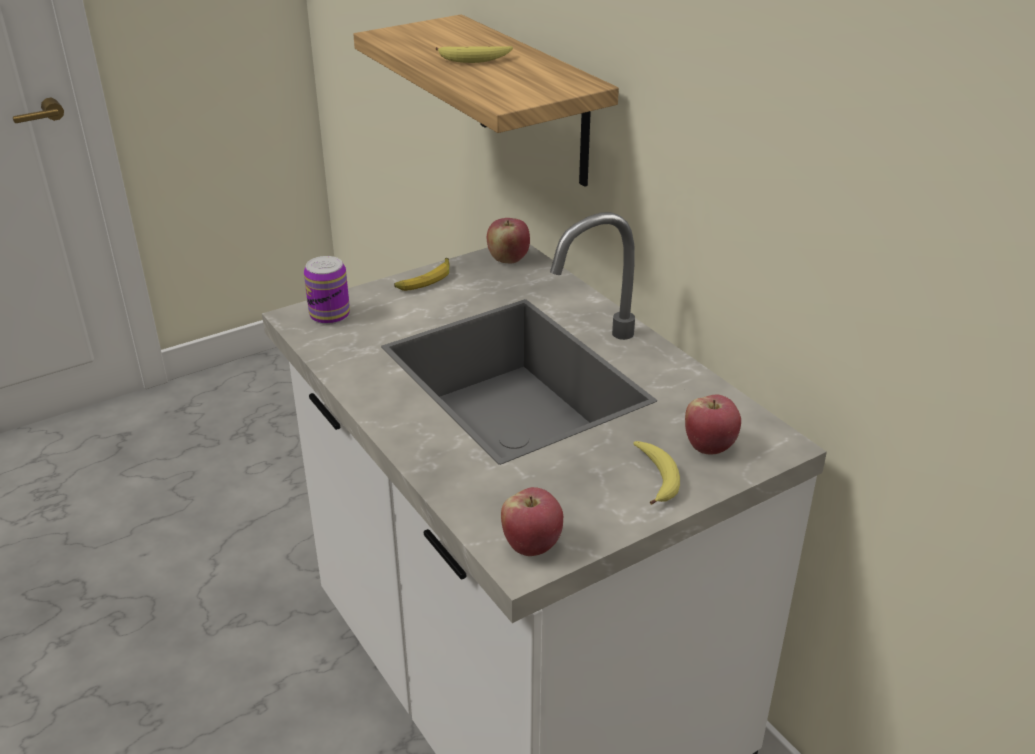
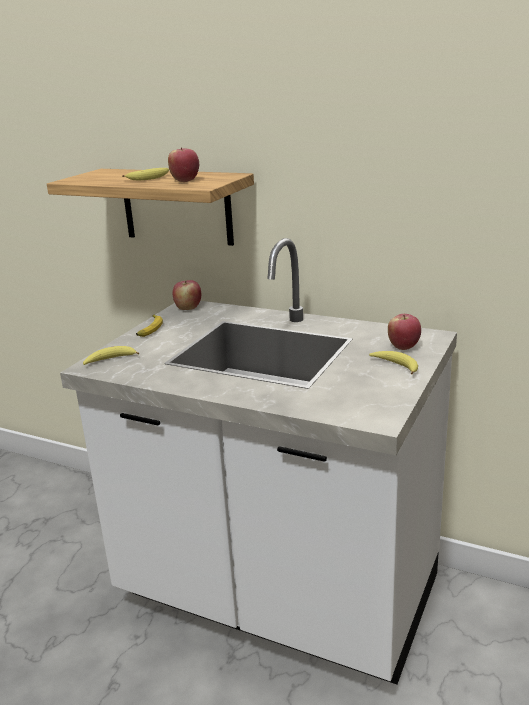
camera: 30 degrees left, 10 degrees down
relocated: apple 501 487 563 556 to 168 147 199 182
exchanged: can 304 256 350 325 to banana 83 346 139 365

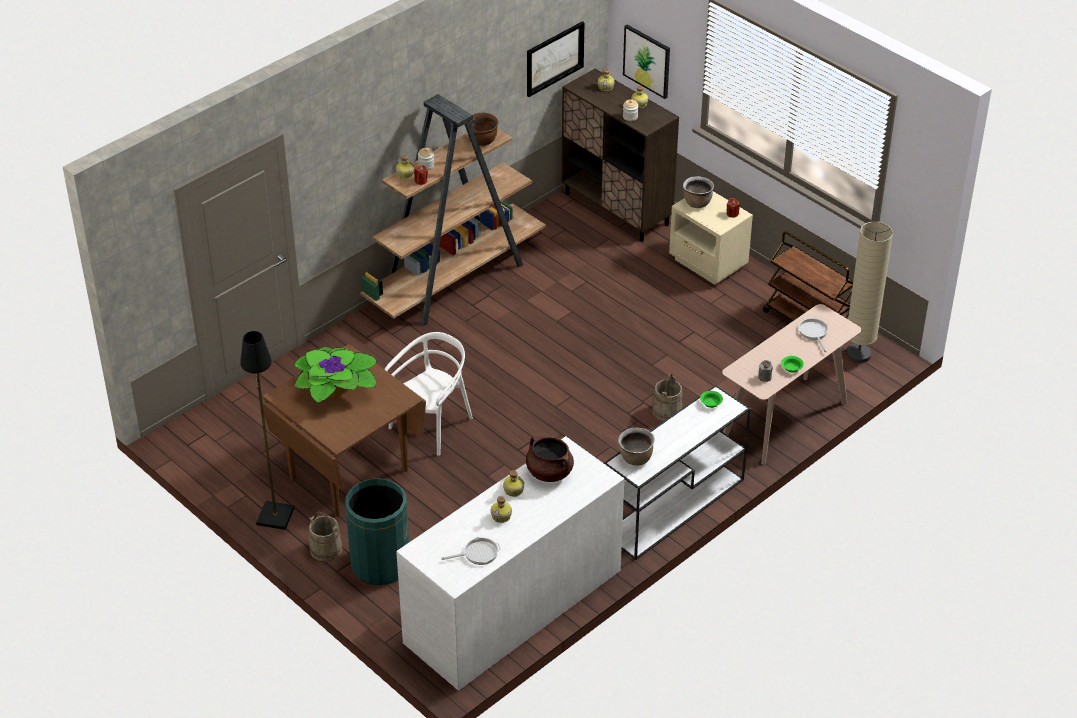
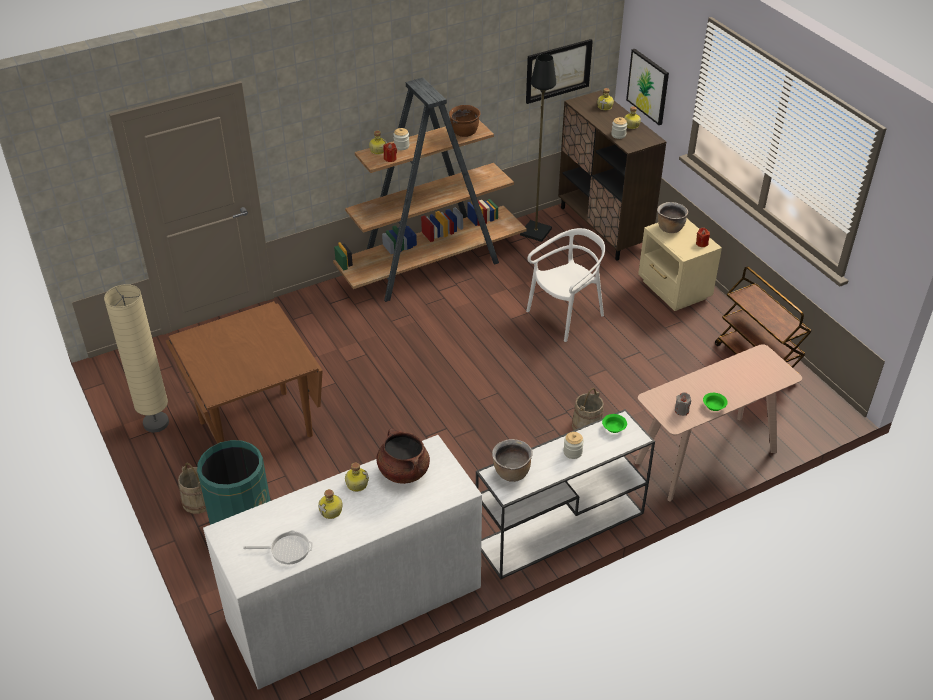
camera: 15 degrees right, 0 degrees up
missing: potted_plant 294 347 377 403; frying_pan 798 317 828 352
appeared: jar 563 432 584 459
relocated: black_floor_lamp 240 331 295 530 to 520 54 556 242; white_chair 384 332 473 456 to 526 228 605 342; beige_floor_lamp 847 222 893 363 to 104 284 169 432

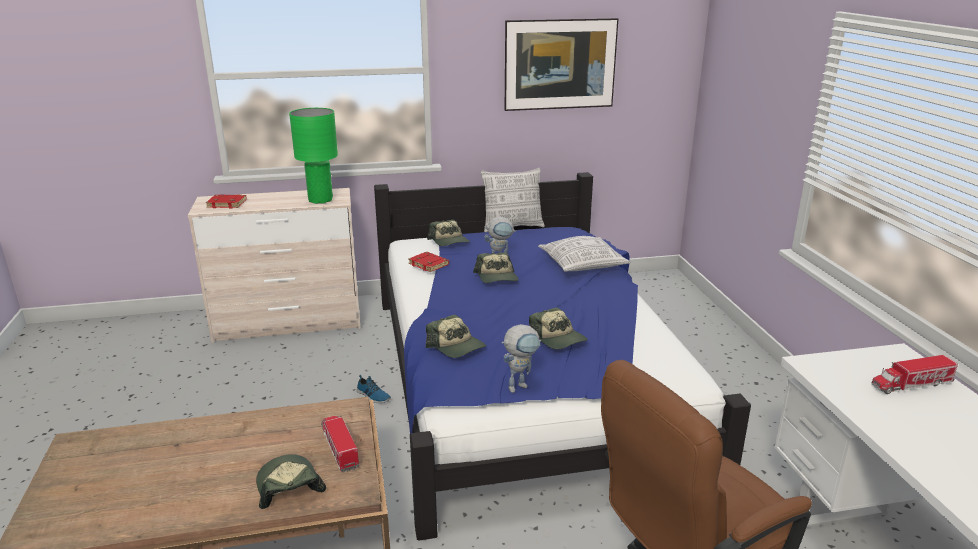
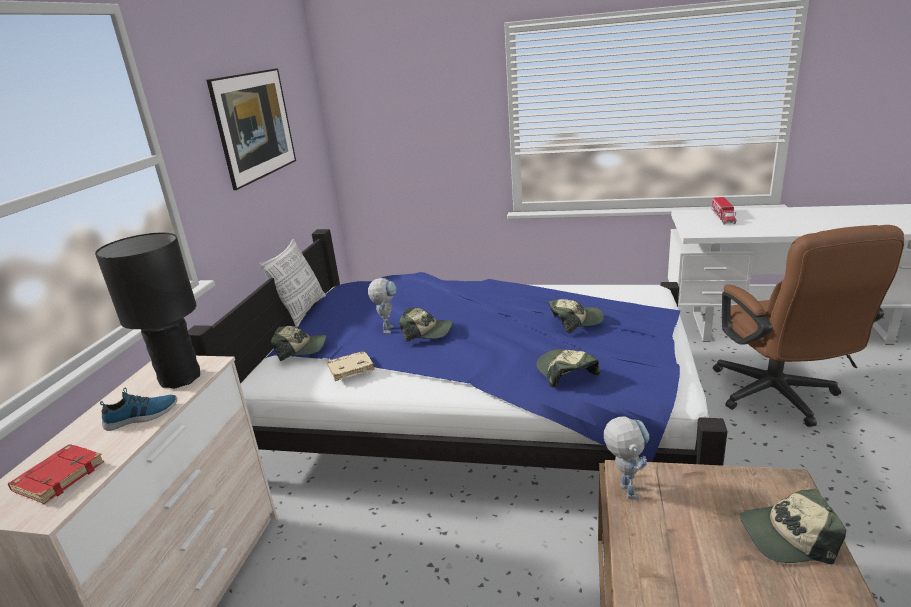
camera: 65 degrees left, 0 degrees up
missing: toy_truck 321 415 359 472; pillow 538 236 630 272
relocated: shoe 357 375 391 403 to 100 388 177 431; toy_robot 501 324 541 393 to 604 416 649 499
colour: green_table_lamp 289 108 338 204 to black_table_lamp 95 232 200 389; red_book 408 252 449 272 to beige_book 327 351 375 381
spun: cap 426 315 486 358 = 536 349 600 387 90 degrees counterclockwise

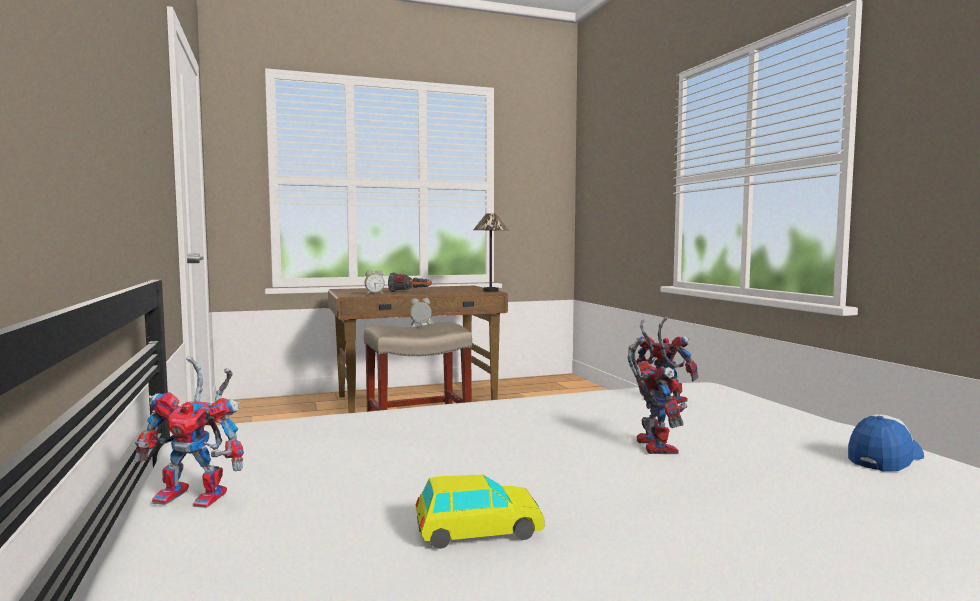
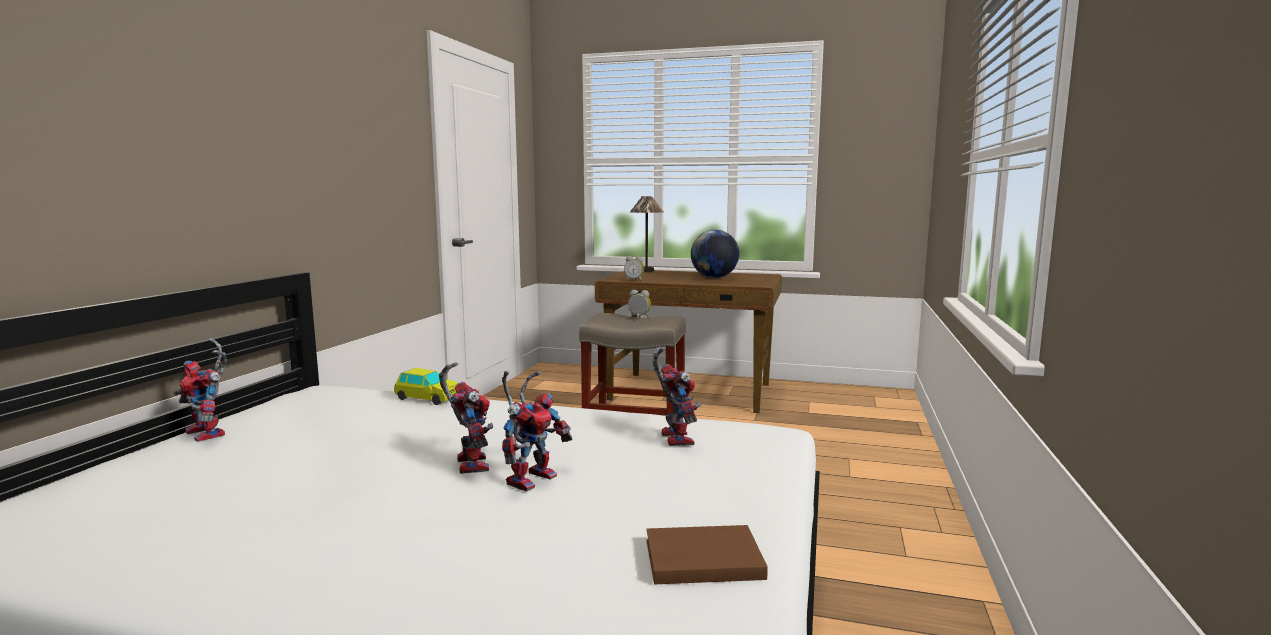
camera: 35 degrees right, 5 degrees up
missing: flashlight 388 272 432 293
appeared: toy_robot 439 362 493 474; globe 691 230 739 278
relocated: toy_car 416 475 545 549 to 394 368 458 405; table_lamp 473 213 508 292 to 630 196 663 272
exchanged: cap 848 414 924 471 to brown_book 647 525 768 584

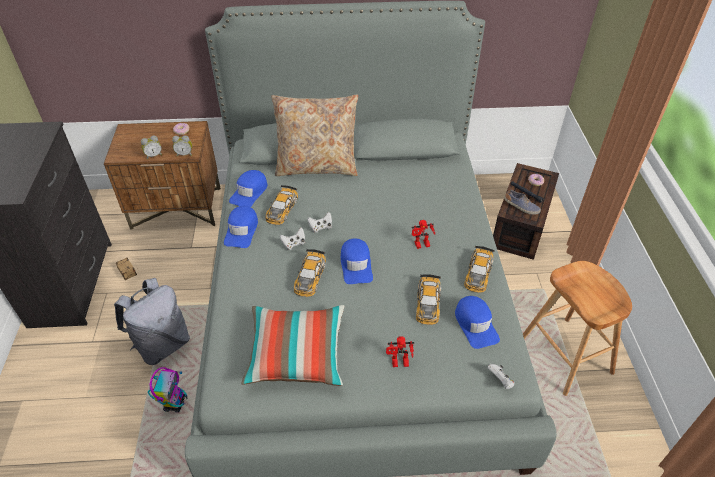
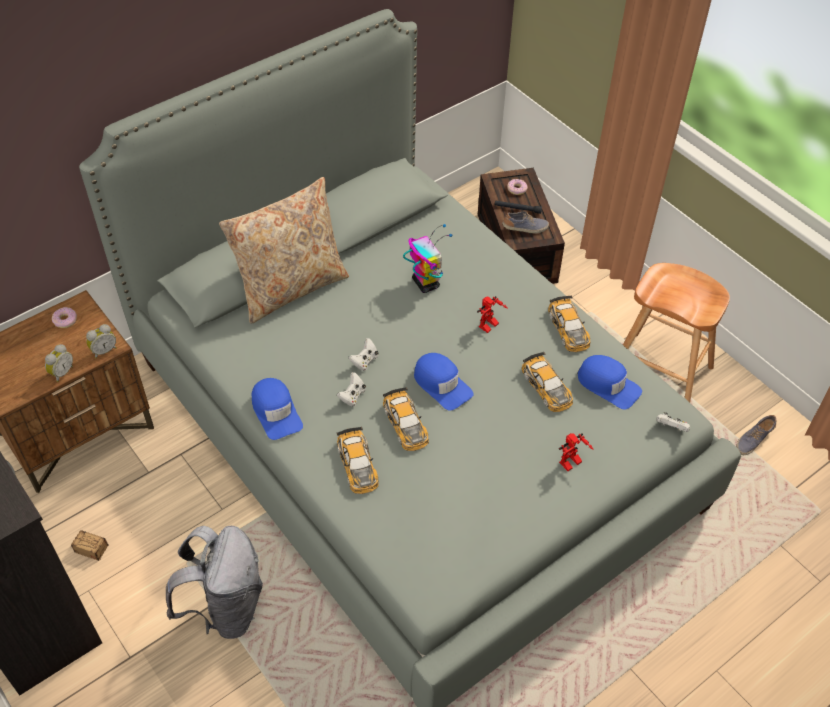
camera: 35 degrees left, 5 degrees up
missing: blue_cap 229 170 267 207; pillow 241 305 344 386
appeared: shoe 736 415 777 455
relocated: toy_robot 148 367 187 413 to 403 224 452 293; toy_car 265 185 298 225 to 337 426 379 494

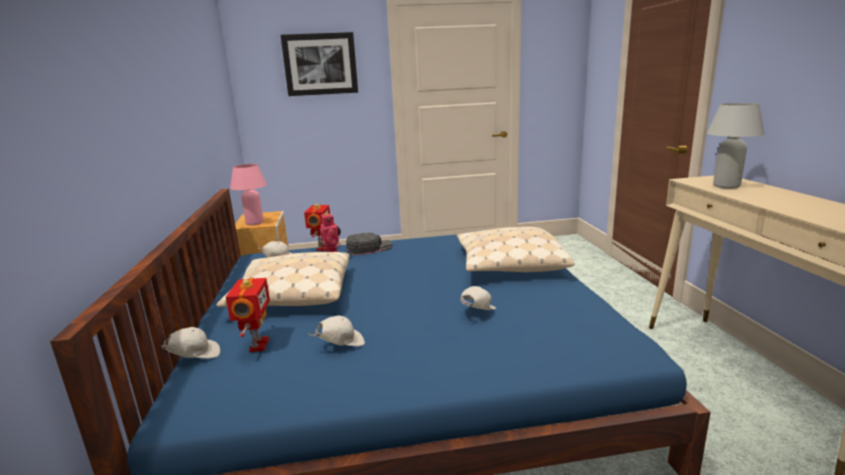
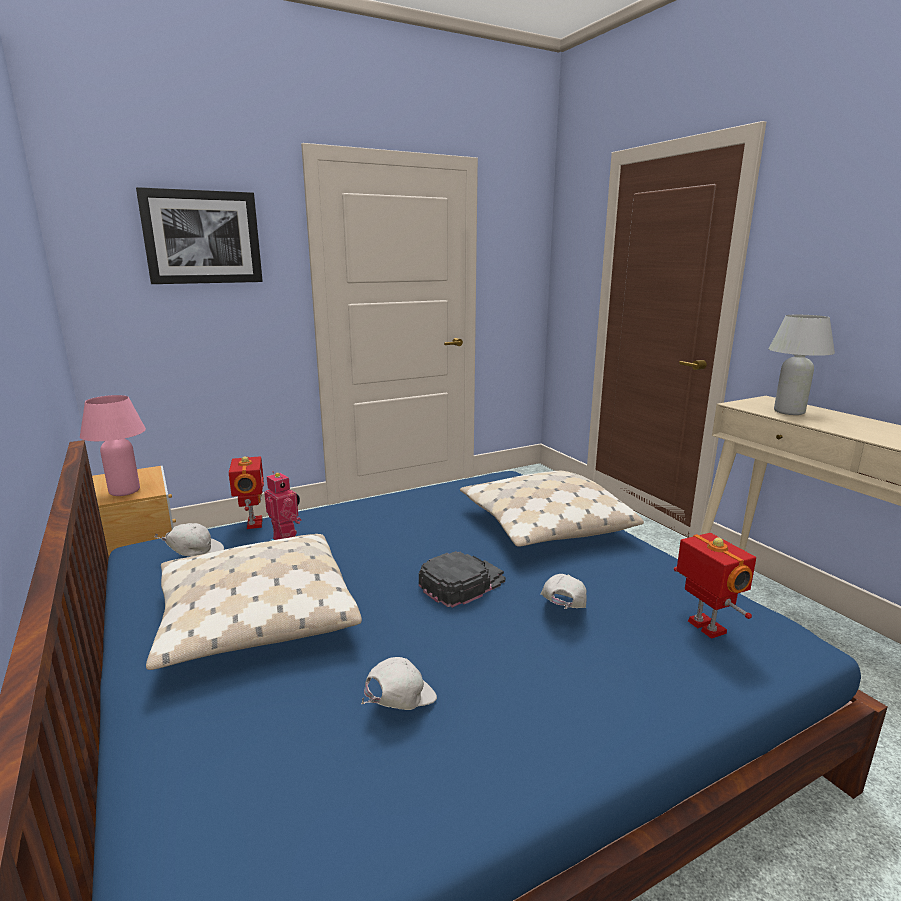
camera: 20 degrees left, 0 degrees up
missing: white_cap 161 327 220 359
relocated: toy_robot 226 278 270 352 to 674 533 756 639; black_cap 346 232 393 256 to 419 551 505 608

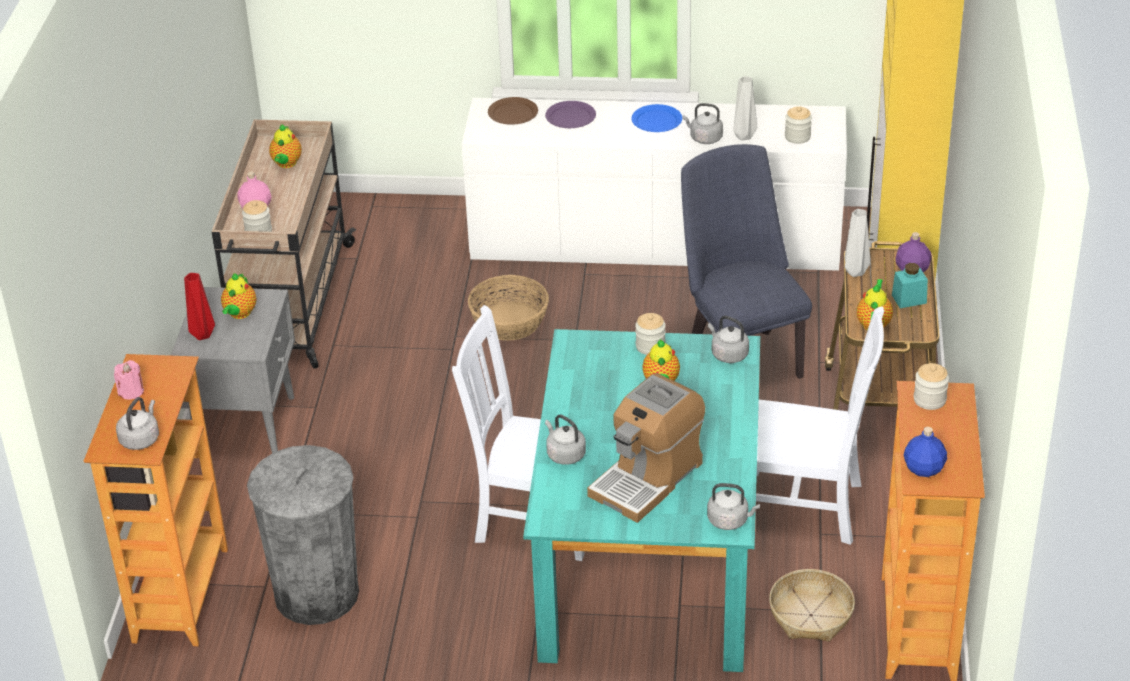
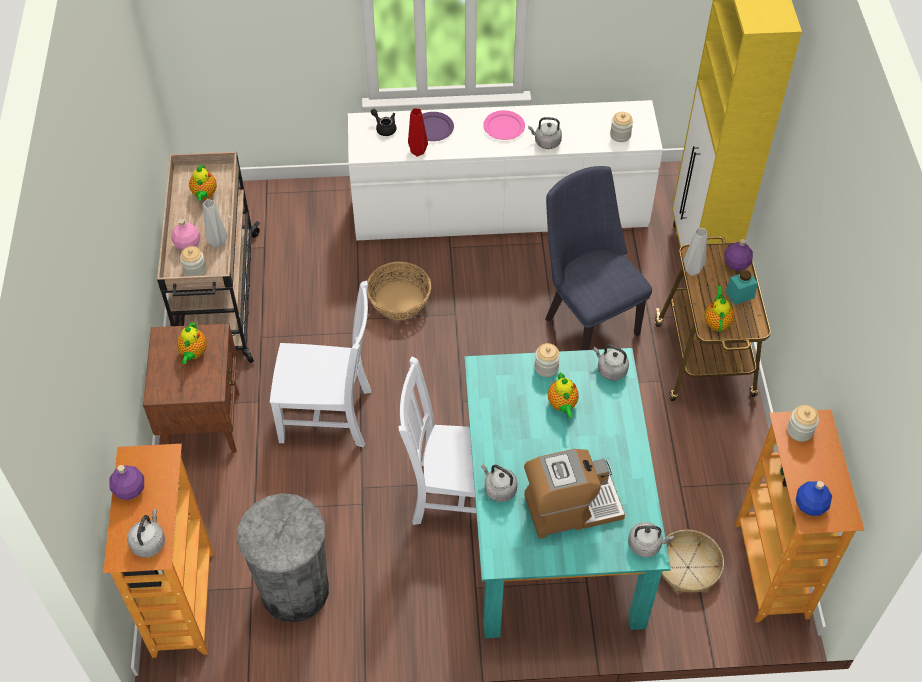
camera: 10 degrees left, 15 degrees up
relocated: red_vase 184 273 215 340 to 408 108 428 156; grey_vase 733 76 757 140 to 203 199 228 248; white_chair 756 306 884 545 to 270 281 372 447
exchanged: pink_candle 114 360 144 400 to purple_bottle 109 465 144 500; brown_plate 488 97 538 125 to black_teapot 371 109 397 136
colour: grey_nightstand 171 287 295 453 to brown_nightstand 143 324 239 453; blue_plate 631 104 682 132 to pink_plate 483 110 525 140
spun: coffee_machine 587 373 705 523 = 524 449 625 539 135 degrees counterclockwise

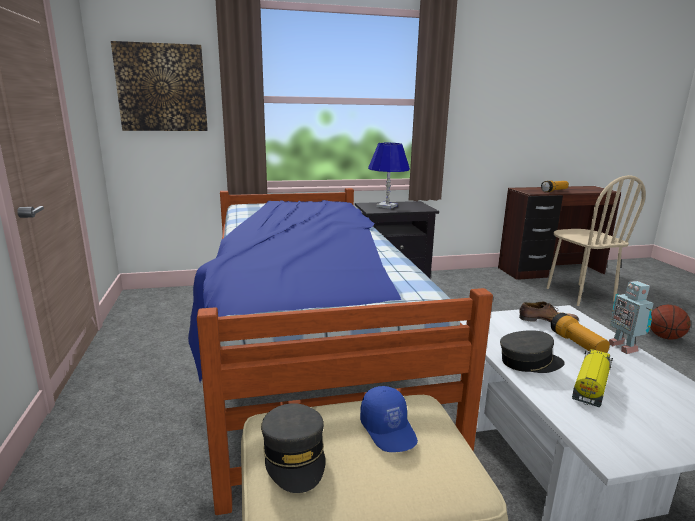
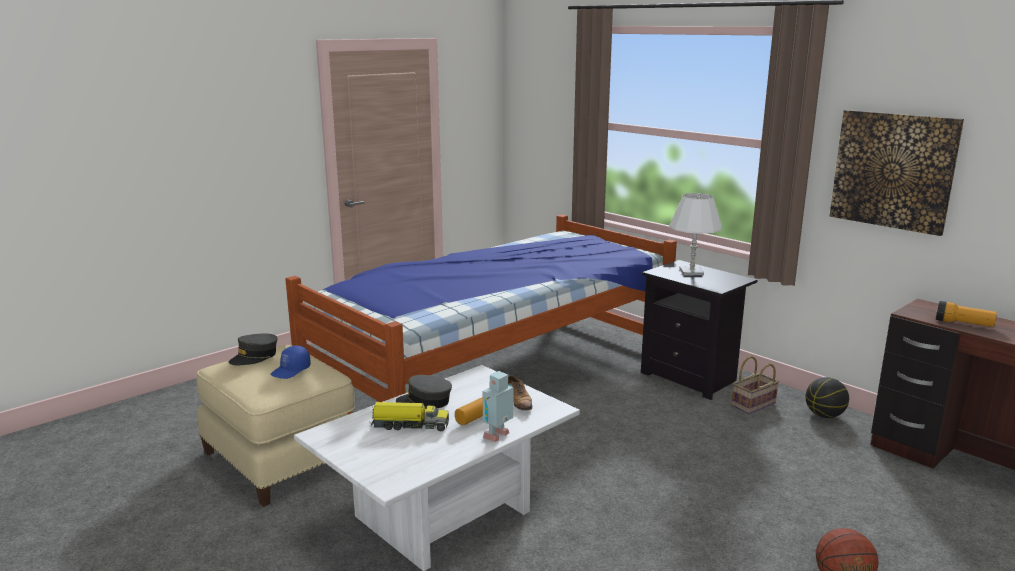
camera: 60 degrees right, 0 degrees up
missing: beige_chair 547 175 646 306
appeared: basket 731 356 779 414; basketball 805 377 849 418
relocated: picture 111 41 208 131 to 830 110 964 236
colour: blue_table_lamp 368 143 410 209 to white_table_lamp 669 193 722 276
spun: grey_cap 500 330 565 373 = 396 375 452 409 135 degrees clockwise

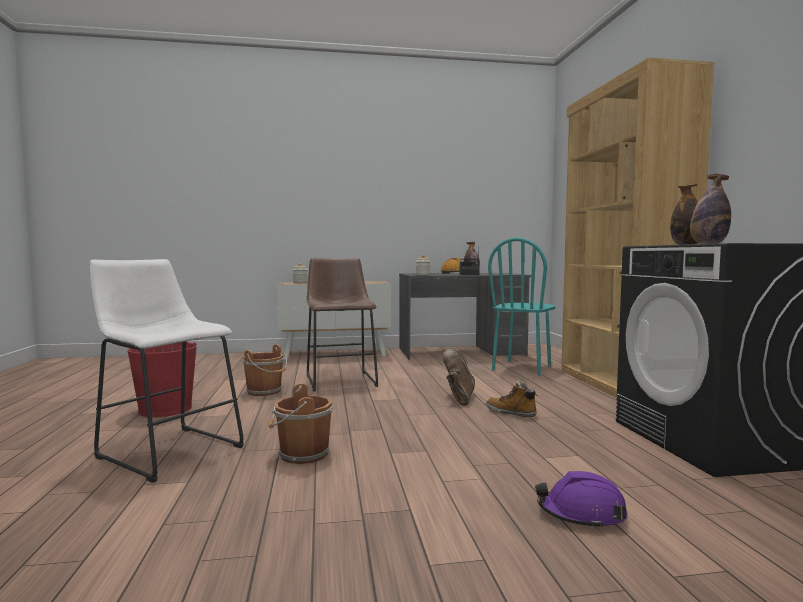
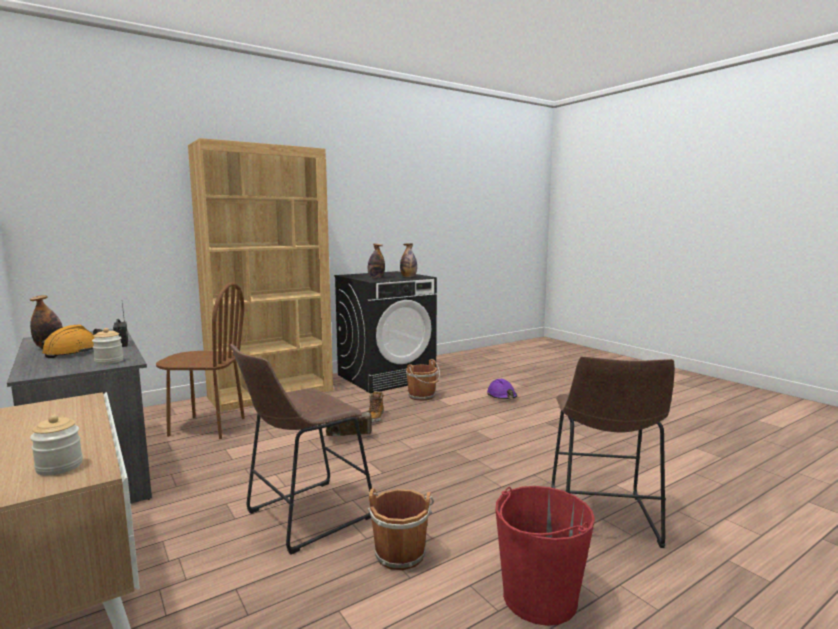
camera: 115 degrees left, 5 degrees up
relocated: brown_bucket 268 383 333 464 to 406 359 440 401
colour: white_stool 90 259 244 483 to brown_stool 551 356 675 548; turquoise_chair 488 237 556 376 to brown_chair 156 282 245 439

